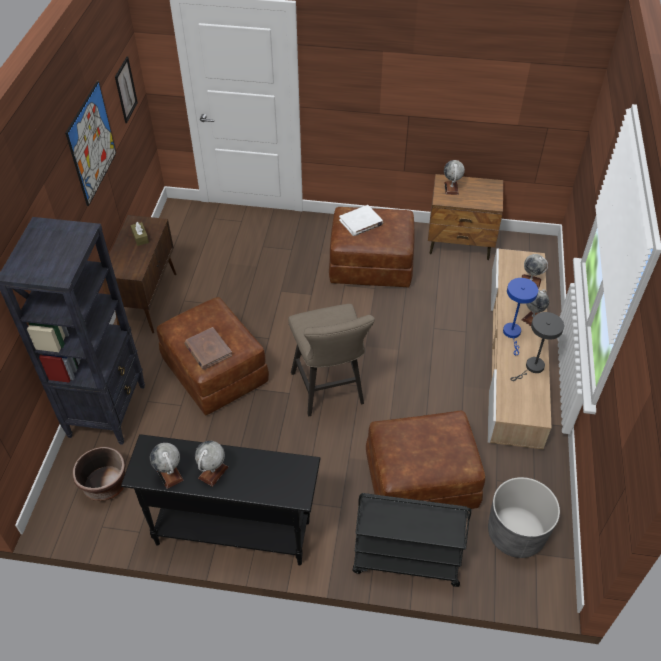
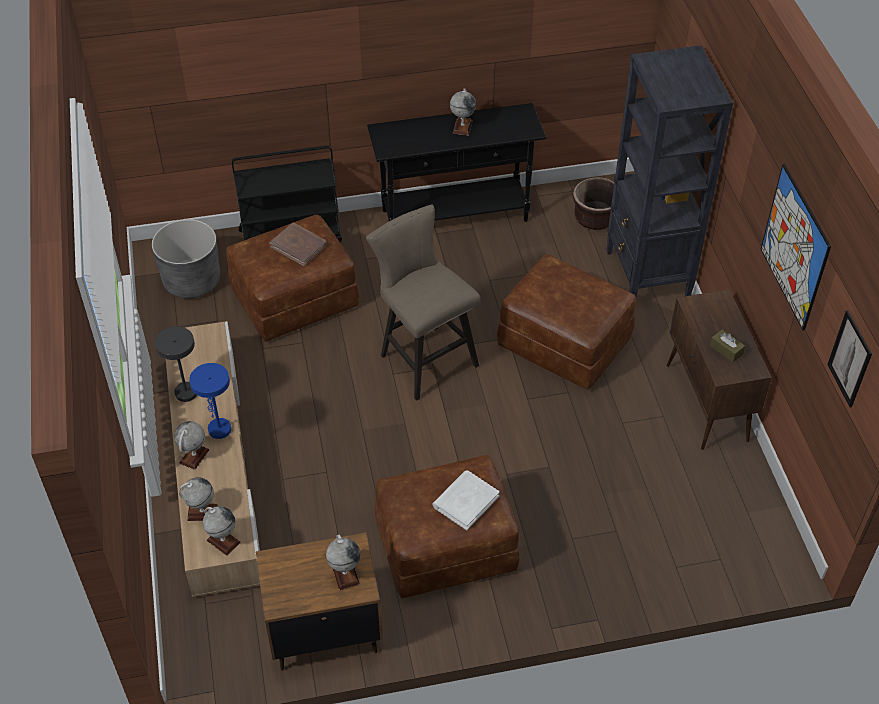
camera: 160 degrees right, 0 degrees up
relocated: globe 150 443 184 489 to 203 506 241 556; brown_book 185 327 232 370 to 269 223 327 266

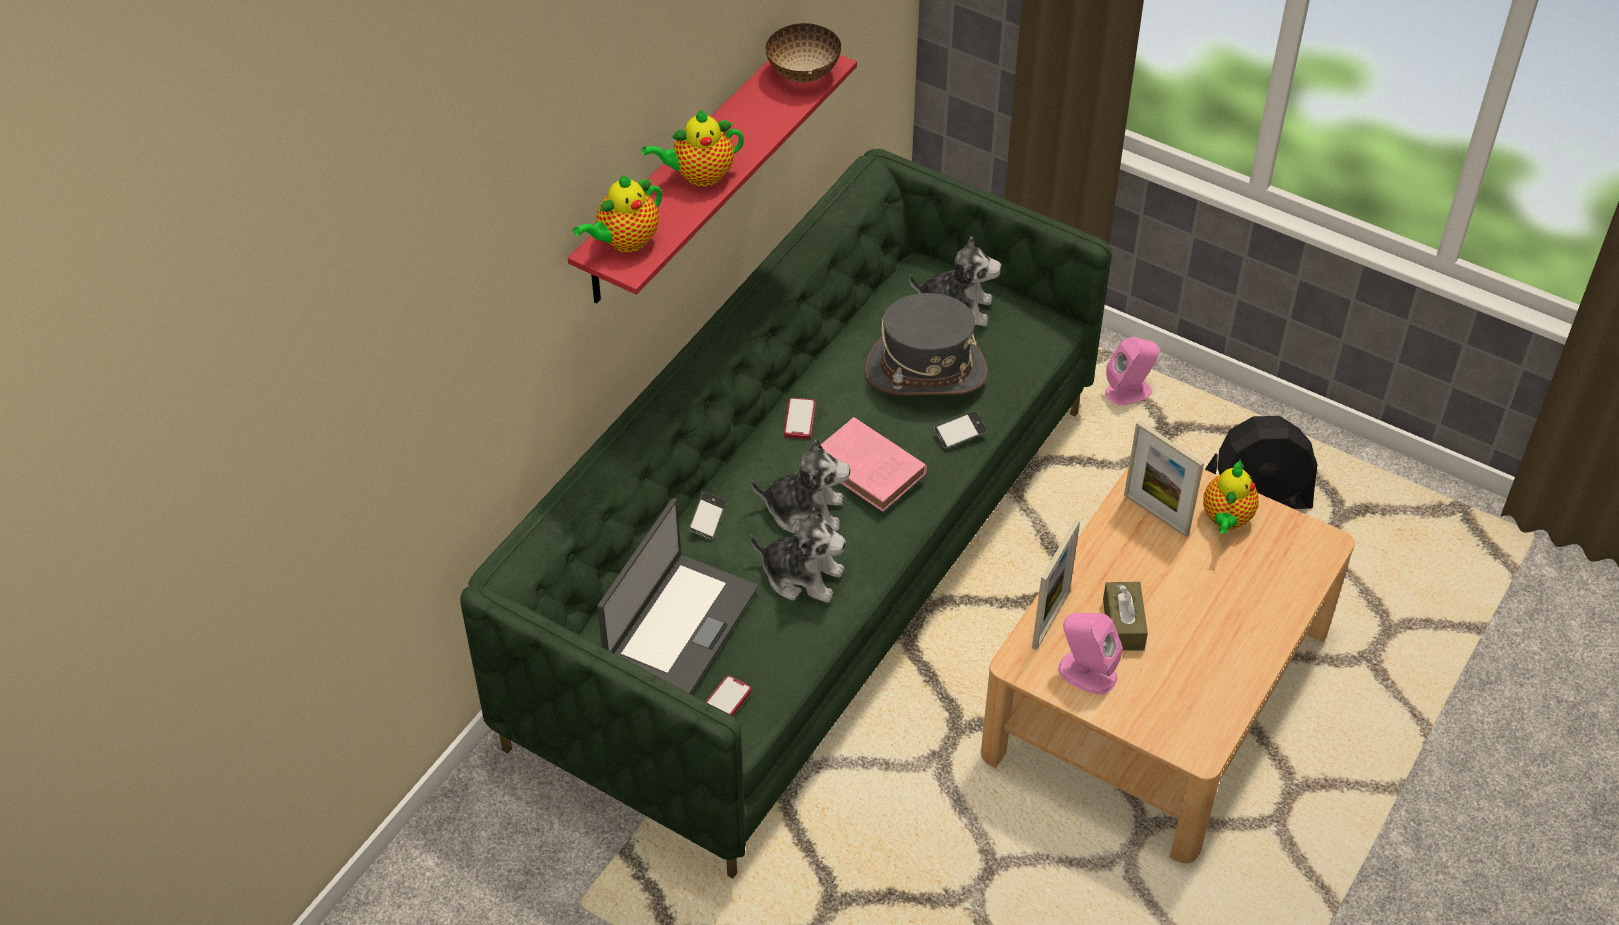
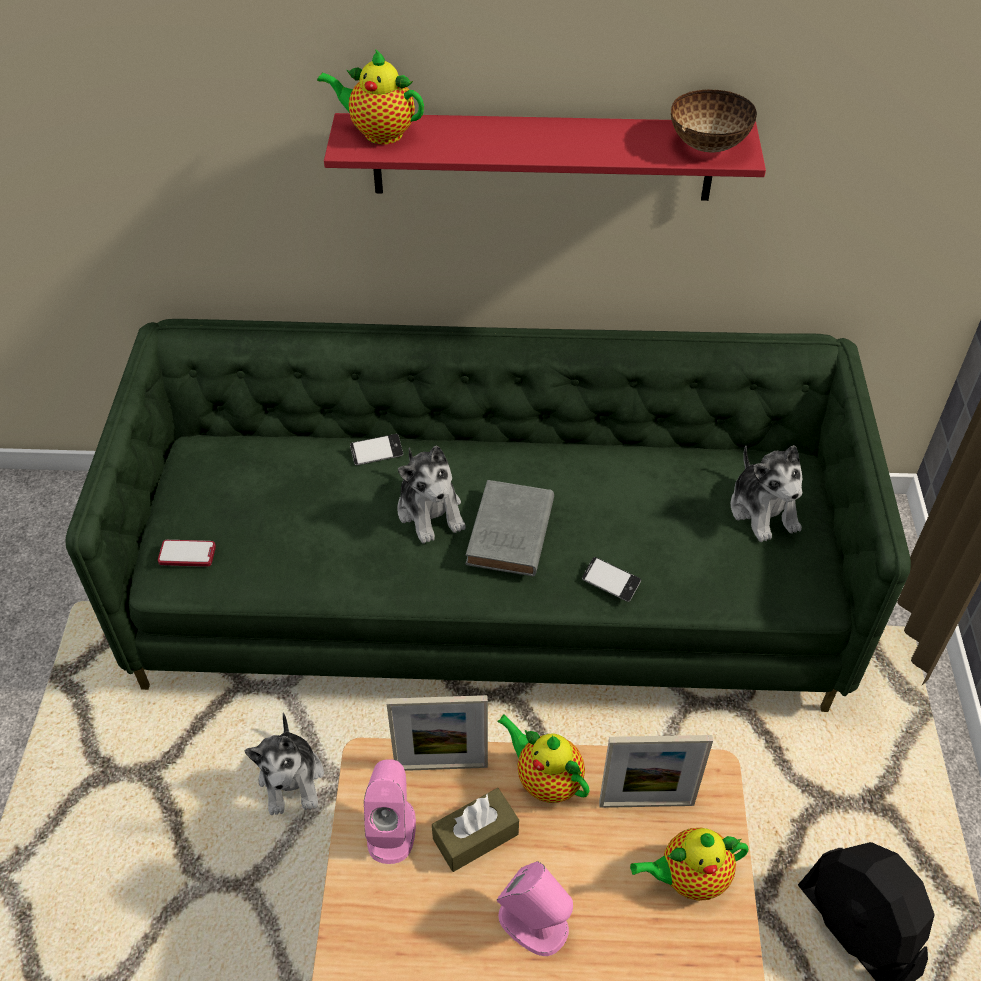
camera: 60 degrees right, 0 degrees up
missing: laptop 597 498 758 694; phone 784 398 816 439; grey_hat 864 293 988 396
relocated: teapot 641 110 744 187 to 497 714 589 803; plush_toy 750 507 846 603 to 244 712 324 815; pink_speaker 1105 337 1159 405 to 497 861 573 956
colour: pink_book 821 417 927 512 to grey_book 465 480 554 576
spun: picture_frame 1124 420 1204 537 = 599 735 713 808 105 degrees counterclockwise

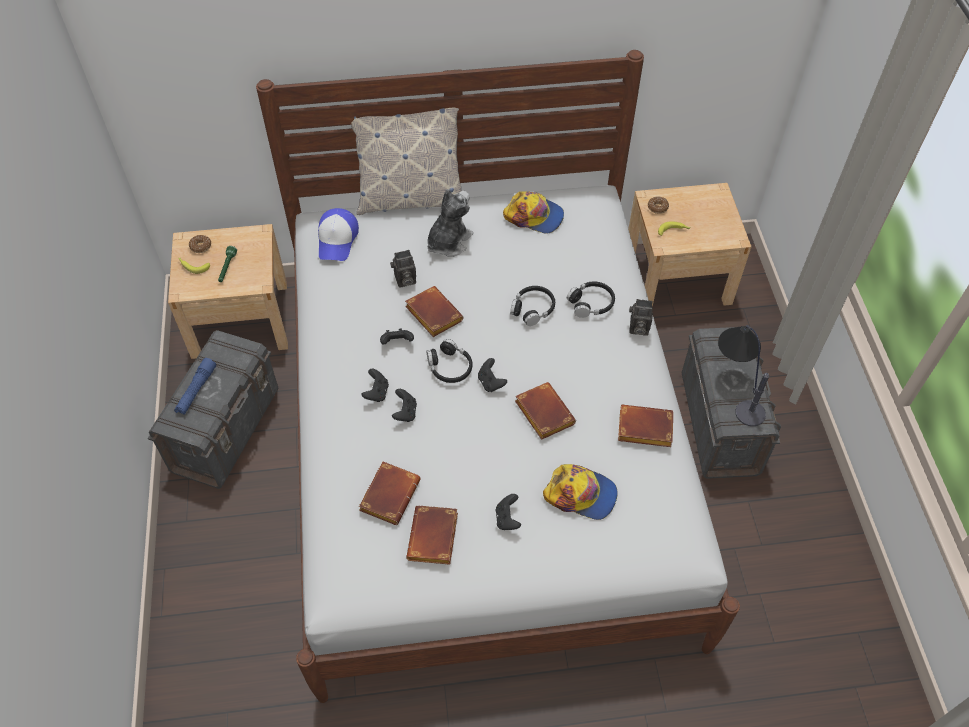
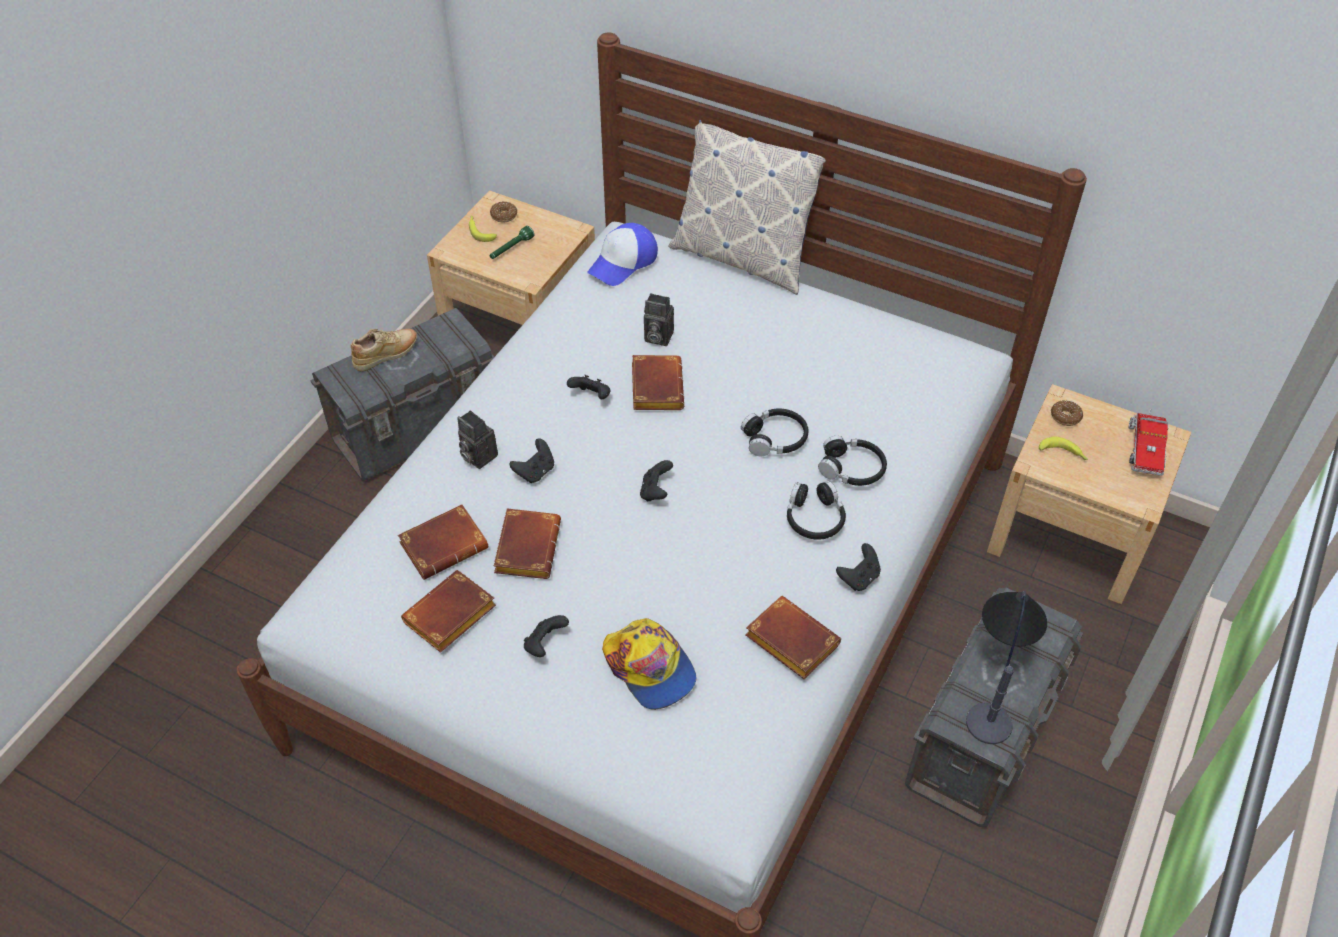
camera: 35 degrees right, 5 degrees down
missing: plush_toy 427 189 474 257; cap 503 191 564 234
appeared: toy_truck 1129 409 1169 476
relocated: black_game_controller 362 369 389 402 to 836 543 881 591; black_headphones 426 339 473 383 to 787 481 846 540; brown_book 515 382 576 440 to 494 508 561 579; photo_camera 629 299 653 336 to 457 410 498 469
exchanged: blue_flashlight 174 358 216 415 to beige_shoe 351 329 417 371

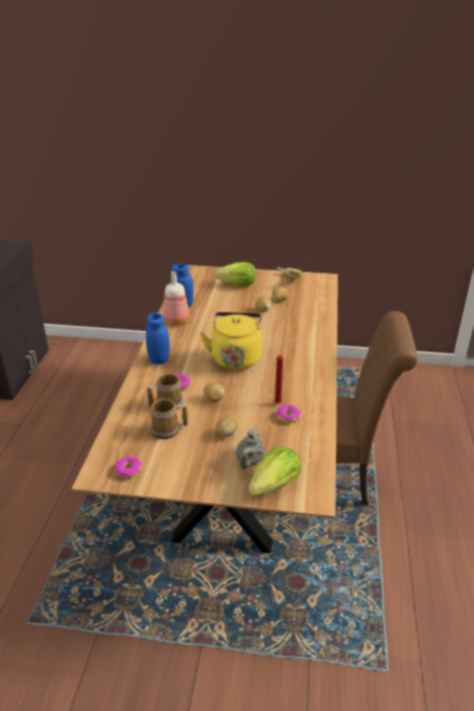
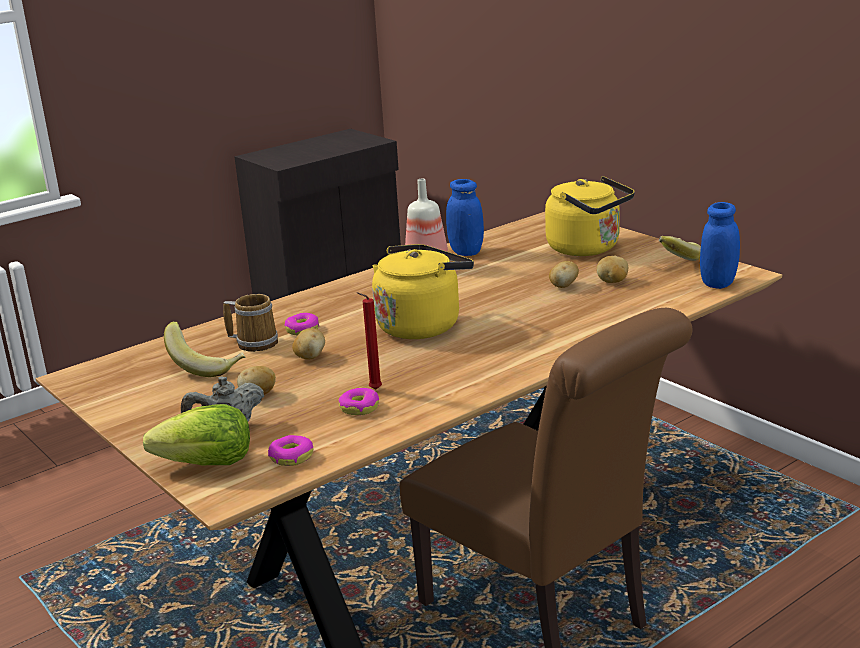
camera: 45 degrees right, 10 degrees down
relocated: donut 115 456 141 478 to 268 435 313 466; blue_jar 146 313 170 365 to 700 202 740 289
exchanged: mug 151 399 188 439 to banana 164 322 246 377; lettuce 215 262 256 286 to yellow_kettle 545 176 635 256

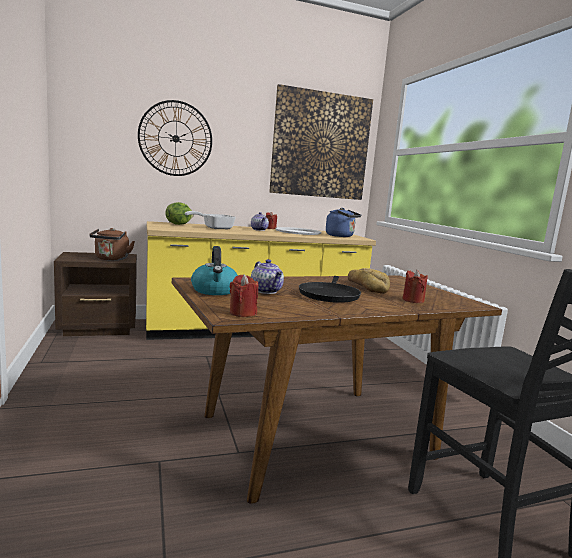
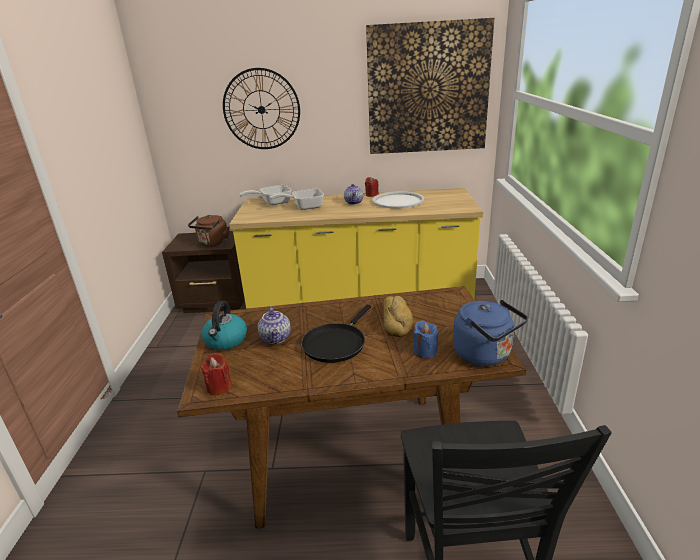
camera: 20 degrees right, 15 degrees up
relocated: blue_kettle 326 208 361 237 to 453 300 528 366
exchanged: lettuce 165 202 194 225 to frying_pan 239 185 292 205
colour: red_candle 402 270 428 303 to blue_candle 414 320 438 359

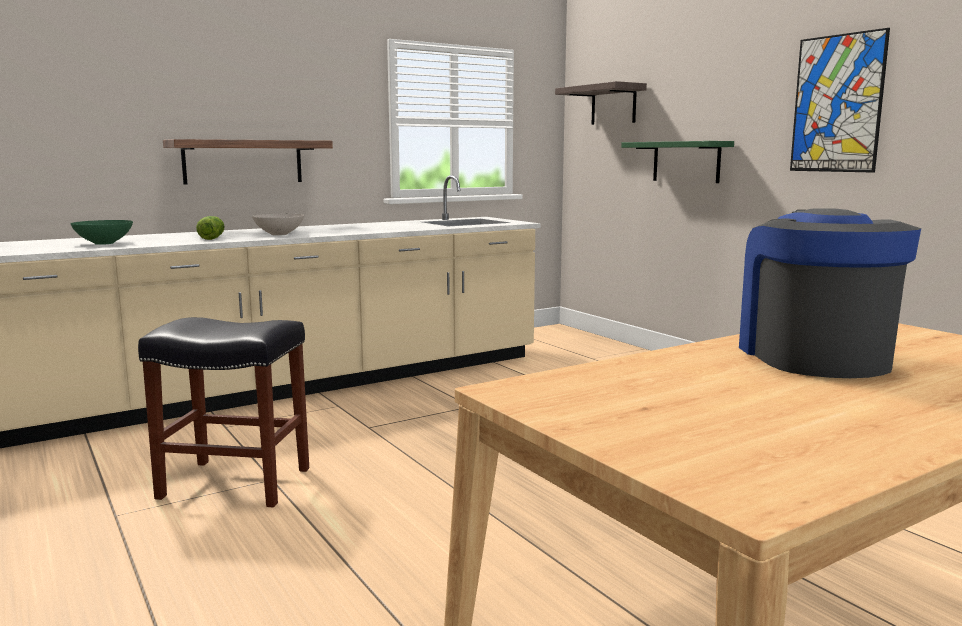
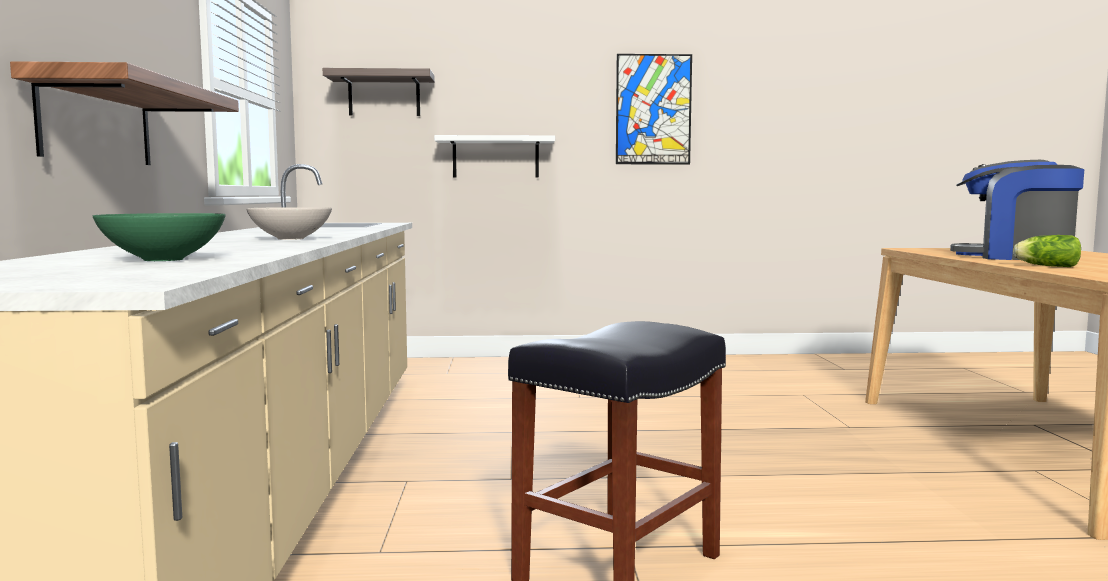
camera: 60 degrees left, 5 degrees down
relocated: lettuce 196 216 225 240 to 1013 235 1081 267
colour: green_shelf 621 141 734 183 to white_shelf 434 135 555 178

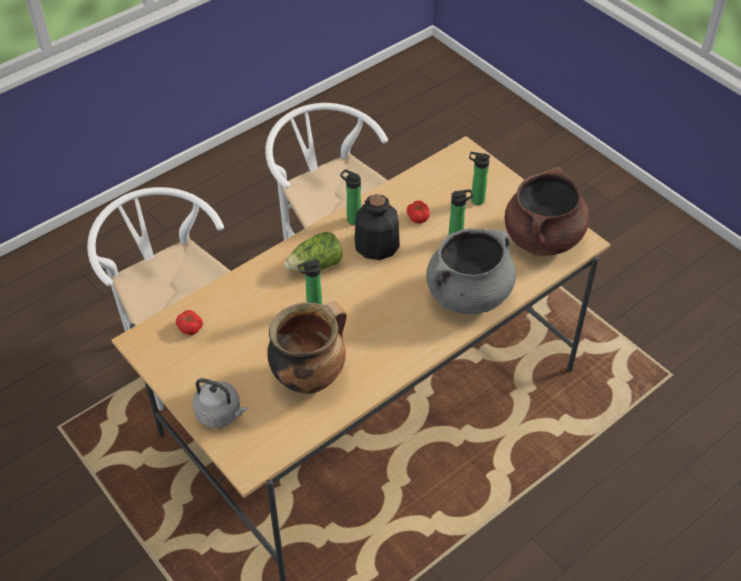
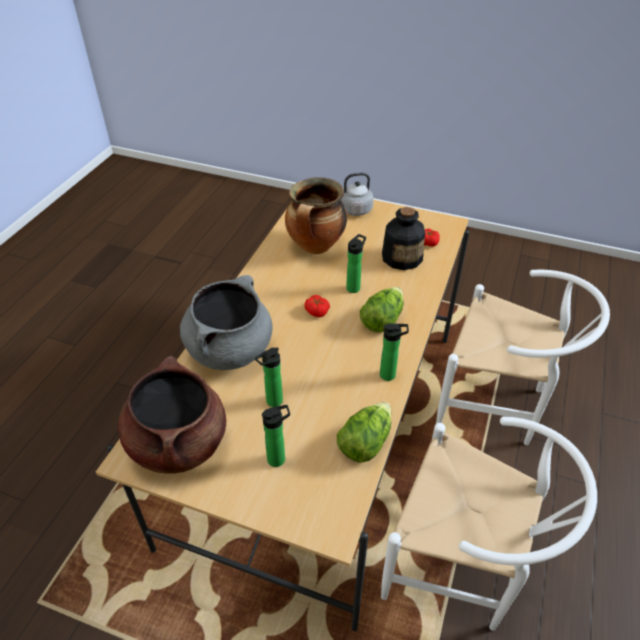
camera: 150 degrees right, 5 degrees down
appeared: lettuce 337 402 391 463
relocated: bottle 354 194 400 260 to 382 207 425 270; tomato 407 200 430 223 to 304 295 330 317

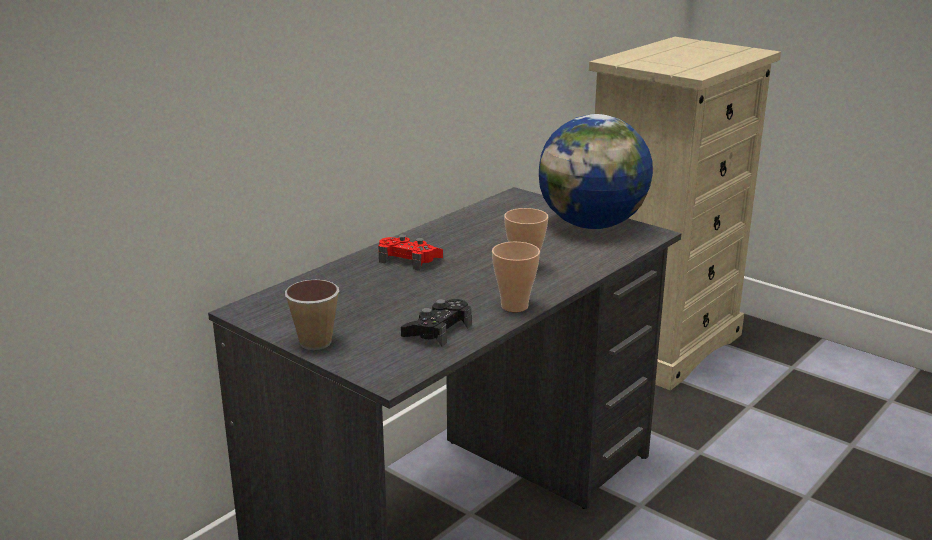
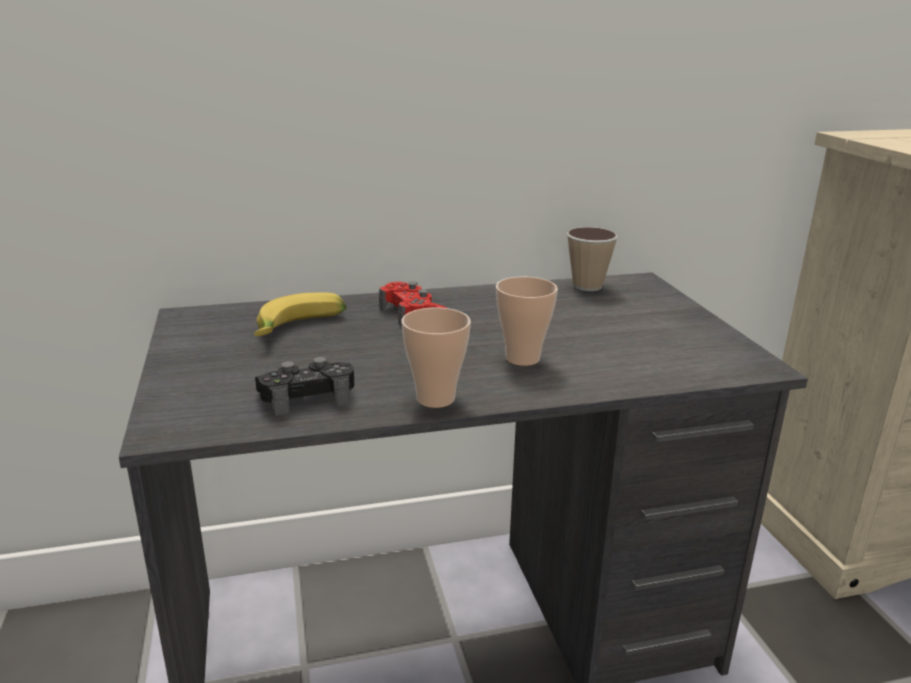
camera: 35 degrees right, 0 degrees up
missing: globe 539 114 653 229
appeared: banana 254 293 346 336
relocated: cup 285 280 339 350 to 567 227 618 291

